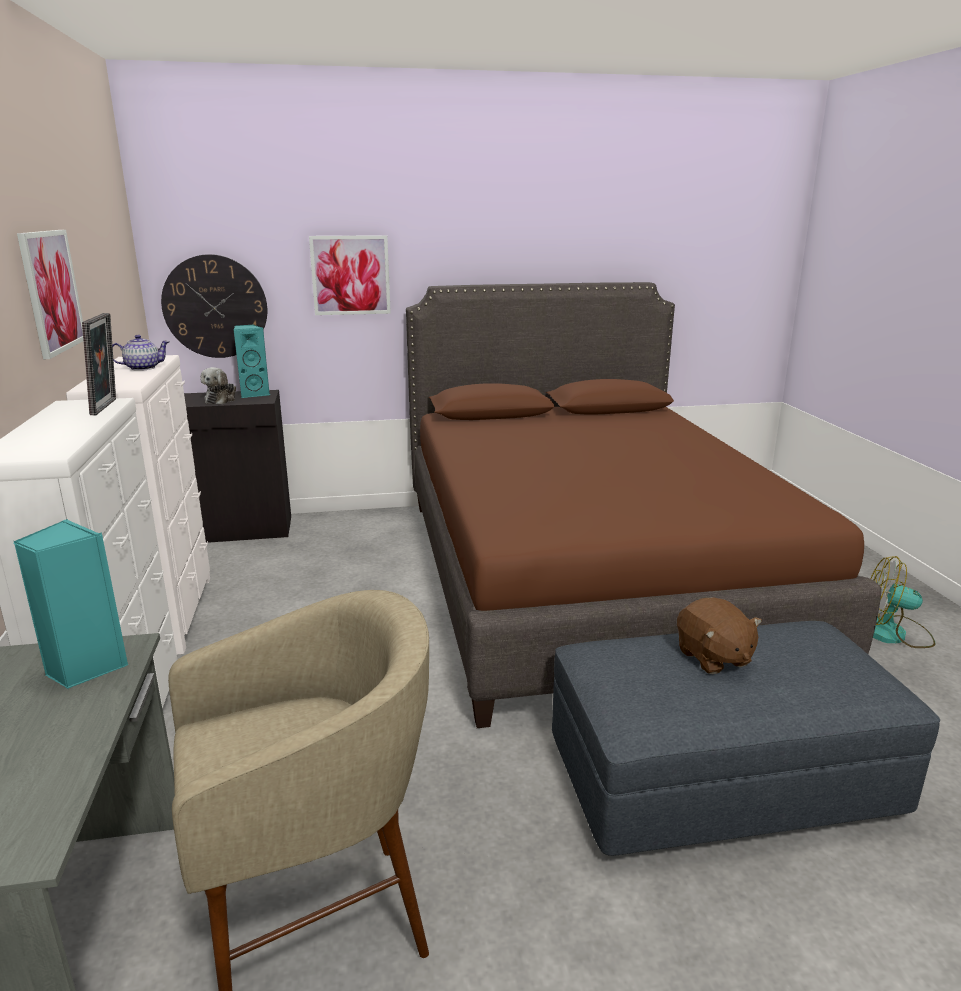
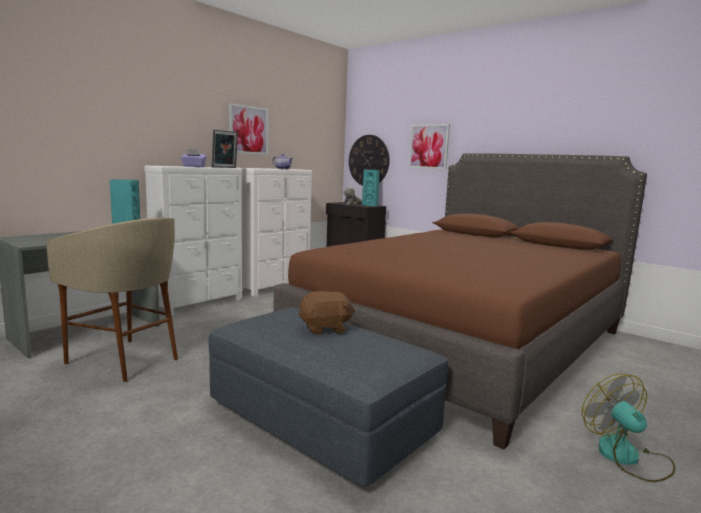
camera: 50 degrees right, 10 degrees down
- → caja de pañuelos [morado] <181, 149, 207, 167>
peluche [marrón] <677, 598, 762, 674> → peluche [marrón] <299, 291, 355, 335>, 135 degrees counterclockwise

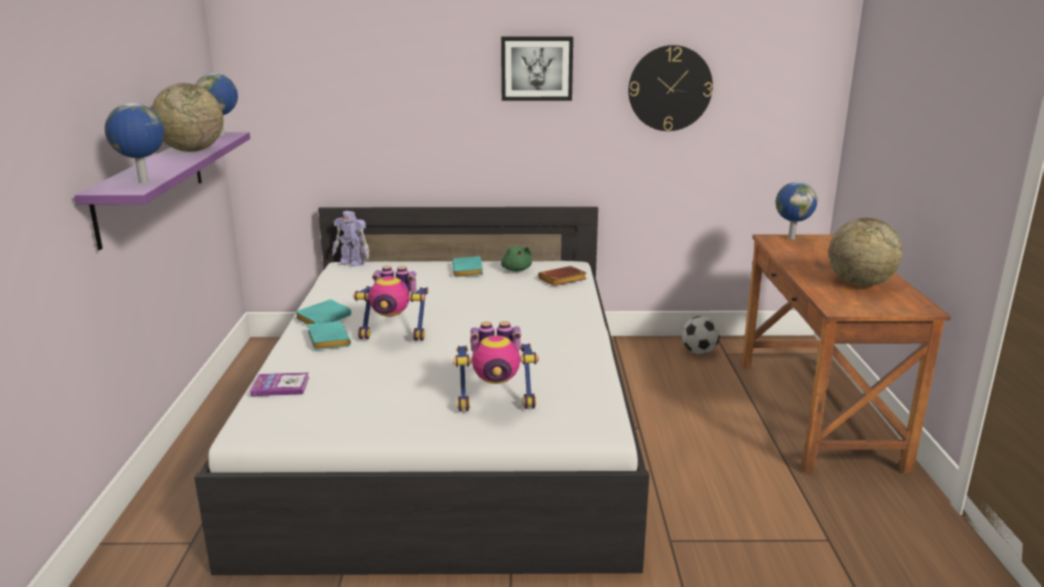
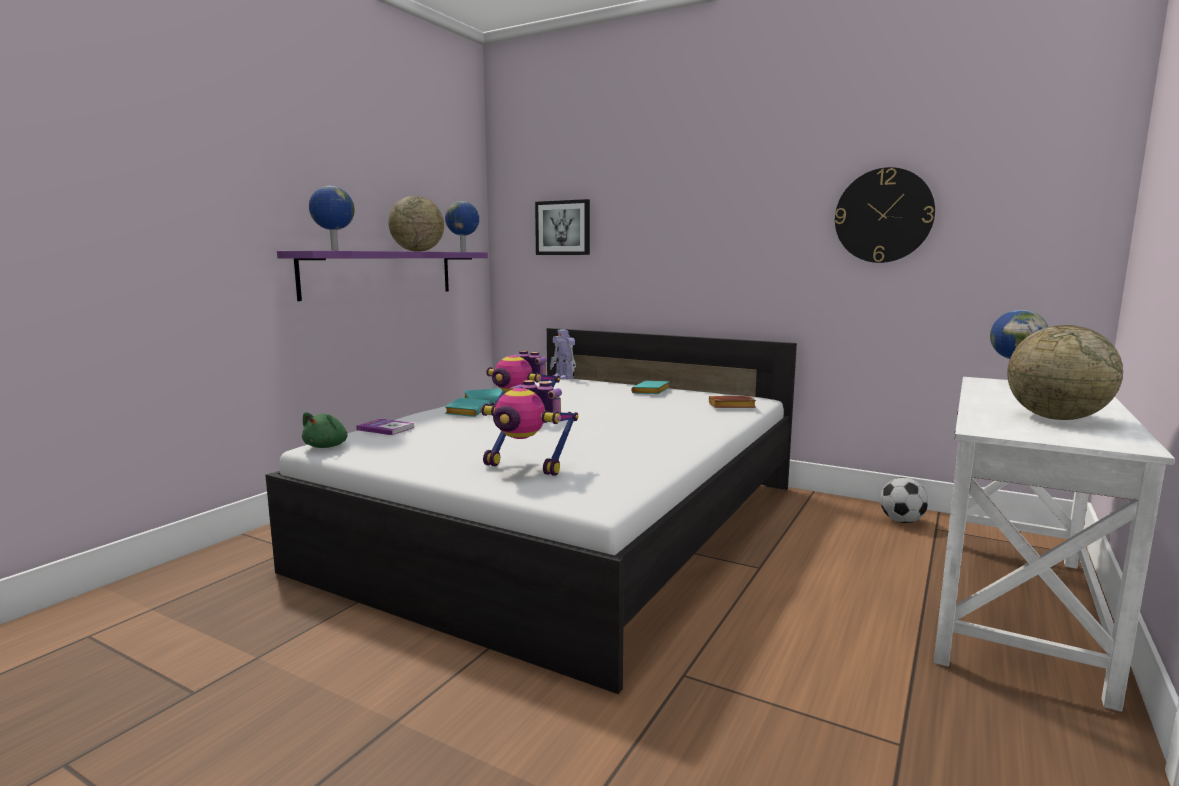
camera: 30 degrees right, 10 degrees down
cuadro <501, 37, 573, 101> → cuadro <535, 199, 590, 255>, moved
peluche [verde] <501, 246, 532, 272> → peluche [verde] <302, 412, 348, 448>, moved
escritorio [marrón] <742, 234, 951, 473> → escritorio [blanco] <934, 377, 1175, 712>

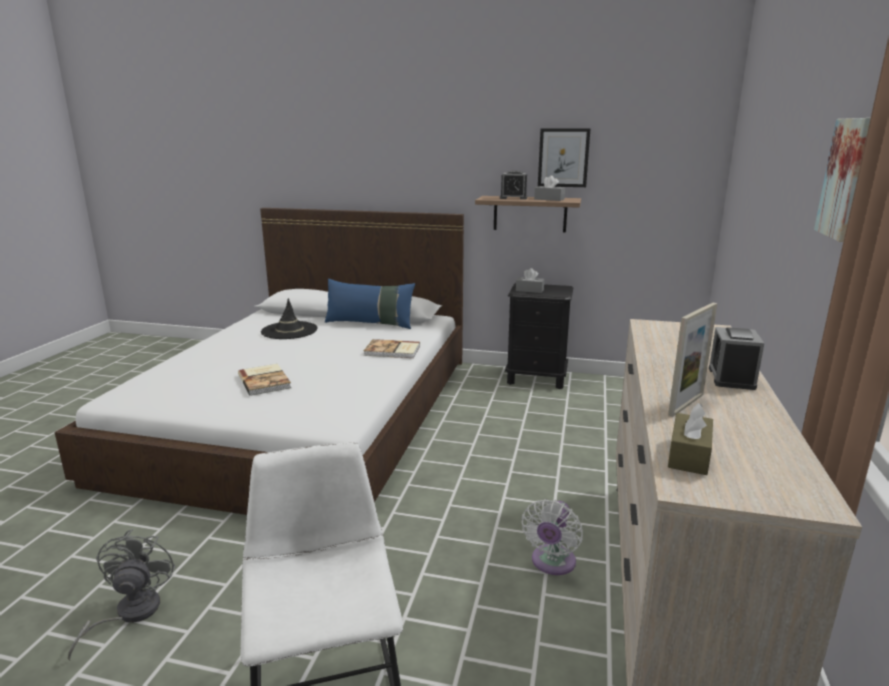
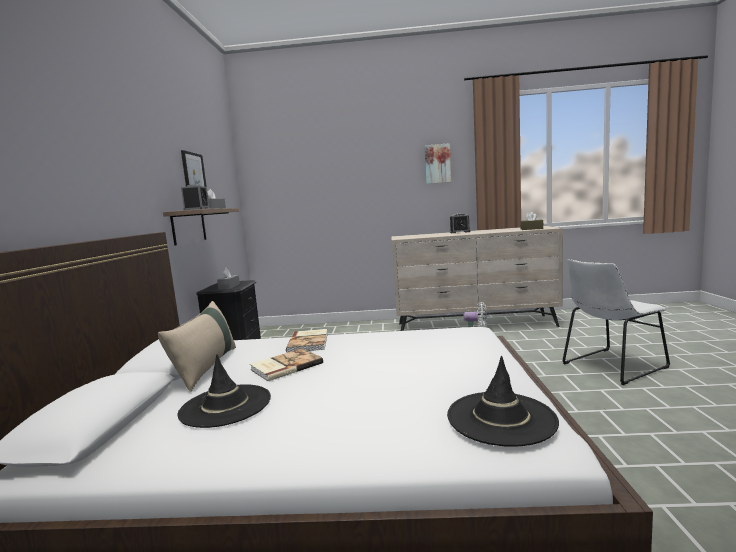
camera: 100 degrees left, 10 degrees down
ventilador [gris] <68, 529, 176, 660> → -
portarretratos <668, 303, 717, 417> → -
- → sombrero [negro] <447, 356, 559, 447>
libro <238, 364, 291, 396> → libro <250, 349, 323, 381>, moved
cojín [azul] <325, 279, 415, 329> → cojín [beis] <158, 301, 236, 392>

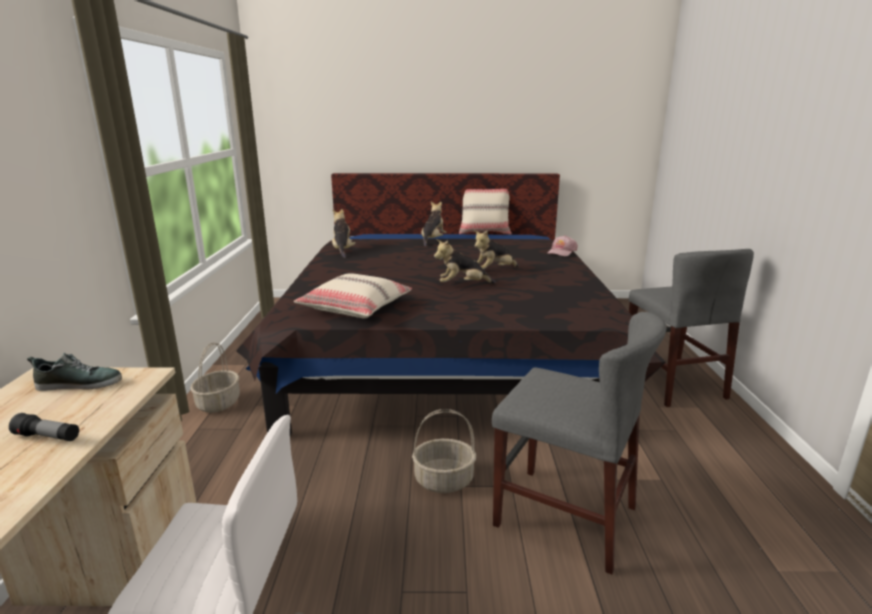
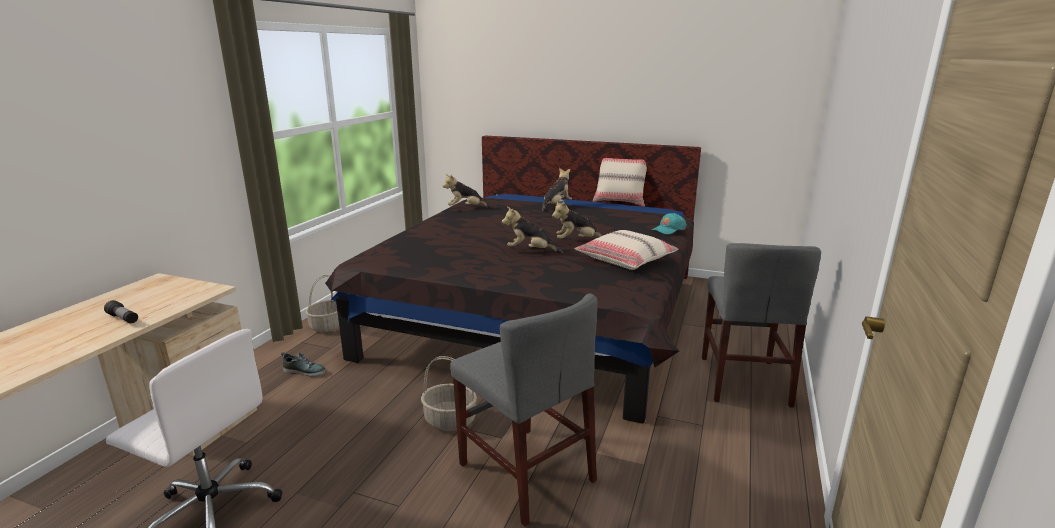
camera: 20 degrees right, 0 degrees up
zapato <27, 353, 122, 391> → zapato <281, 352, 326, 376>, moved
cojín [beis] <294, 273, 412, 319> → cojín [beis] <575, 230, 679, 270>, moved
gorra [rosa] <548, 235, 578, 256> → gorra [turquesa] <652, 213, 687, 234>
peluche <332, 209, 356, 258> → peluche <443, 174, 491, 208>, 105 degrees counterclockwise

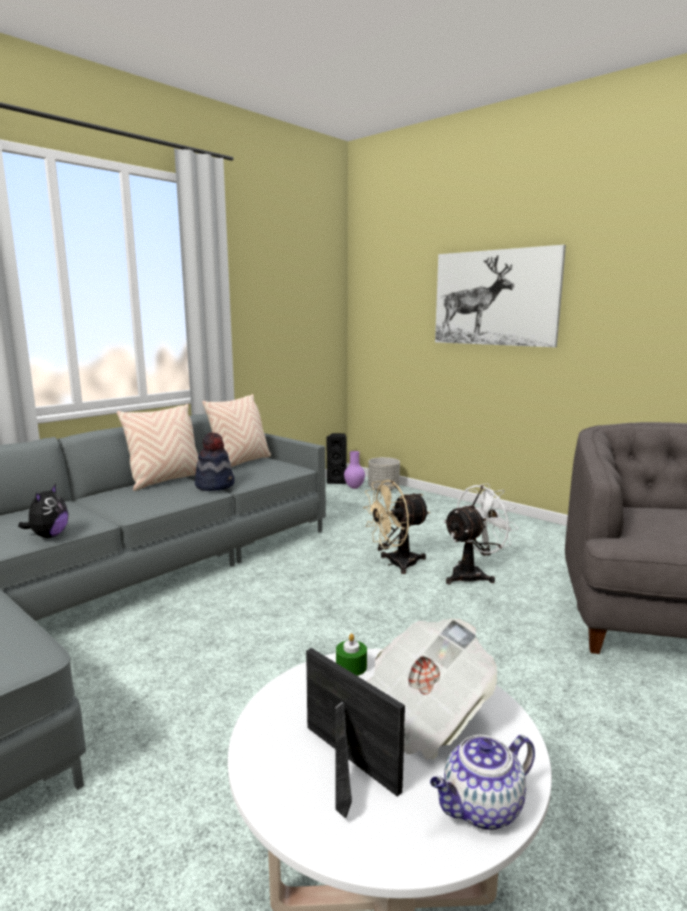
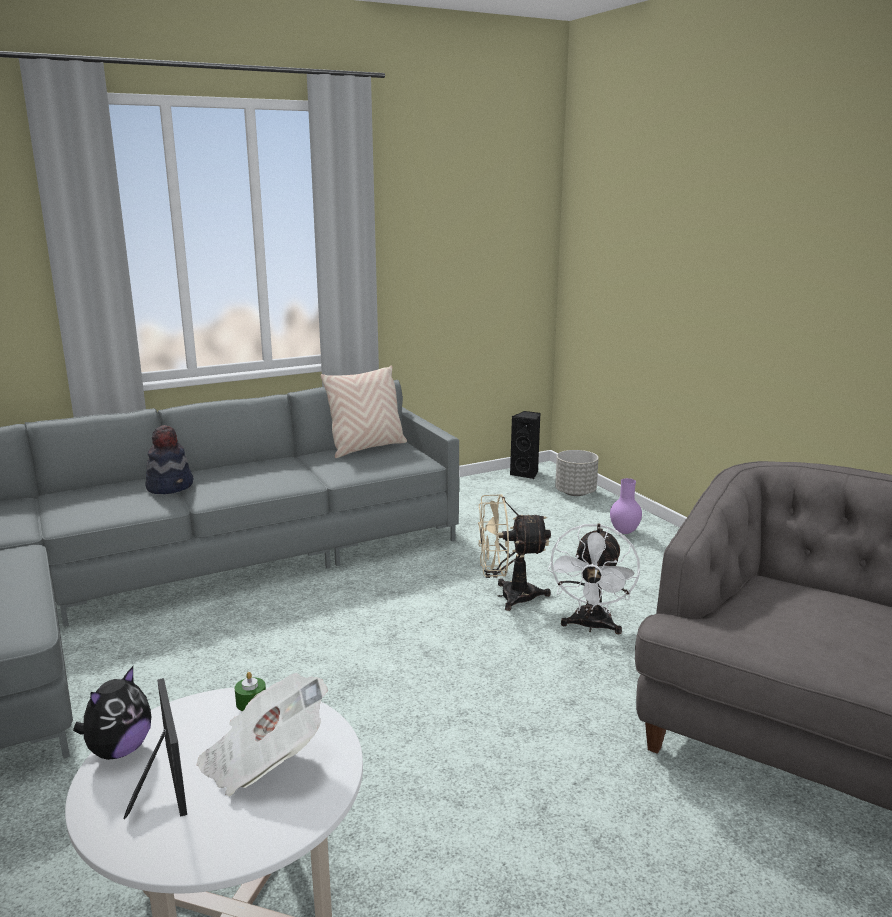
camera: 20 degrees right, 5 degrees up
cojín [beis] <117, 404, 199, 491> → -
tetera <430, 735, 535, 831> → -
cuadro <435, 245, 566, 347> → -
peluche <18, 484, 68, 538> → peluche <73, 666, 151, 760>, moved
sombrero <195, 432, 235, 491> → sombrero <145, 425, 193, 494>, moved
florero [morado] <344, 451, 365, 489> → florero [morado] <610, 478, 642, 534>, moved
ventilador [blanco] <443, 483, 519, 584> → ventilador [blanco] <548, 523, 640, 634>, 120 degrees clockwise

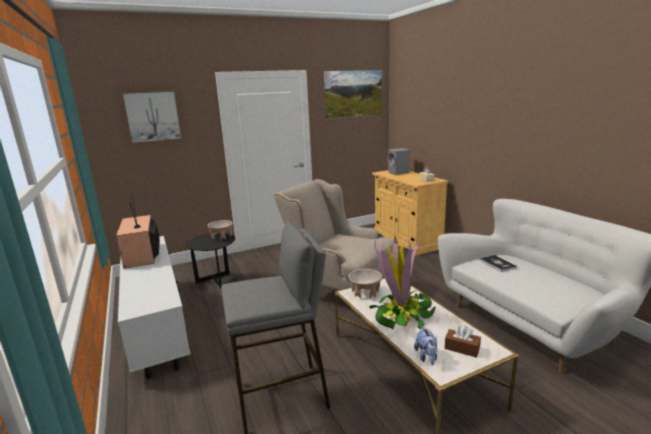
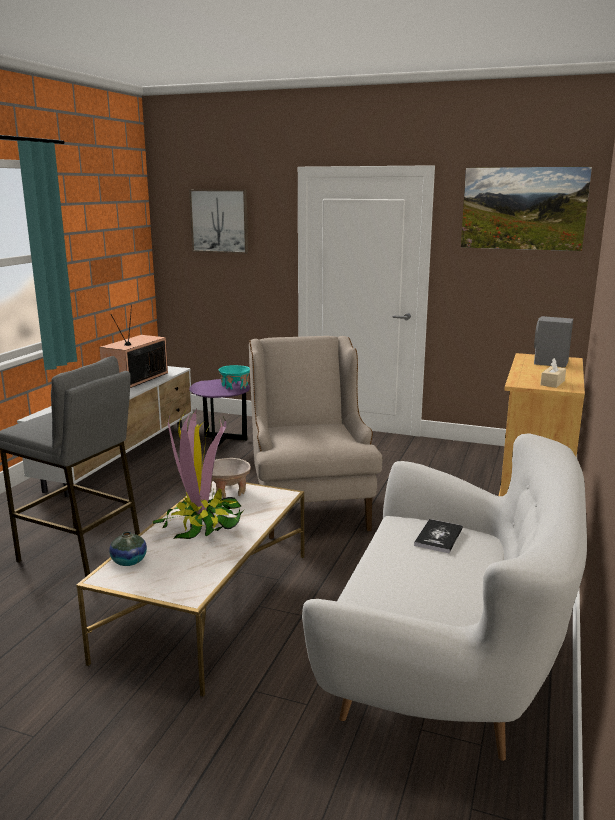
camera: 45 degrees right, 0 degrees up
caja de pañuelos [marrón] <445, 325, 481, 358> → -
peluche <414, 327, 437, 365> → florero <109, 532, 147, 566>
mesa auxiliar [negro] <186, 233, 235, 288> → mesa auxiliar [morado] <189, 379, 250, 446>
cuenco [beis] <208, 220, 232, 240> → cuenco [turquesa] <219, 365, 250, 390>

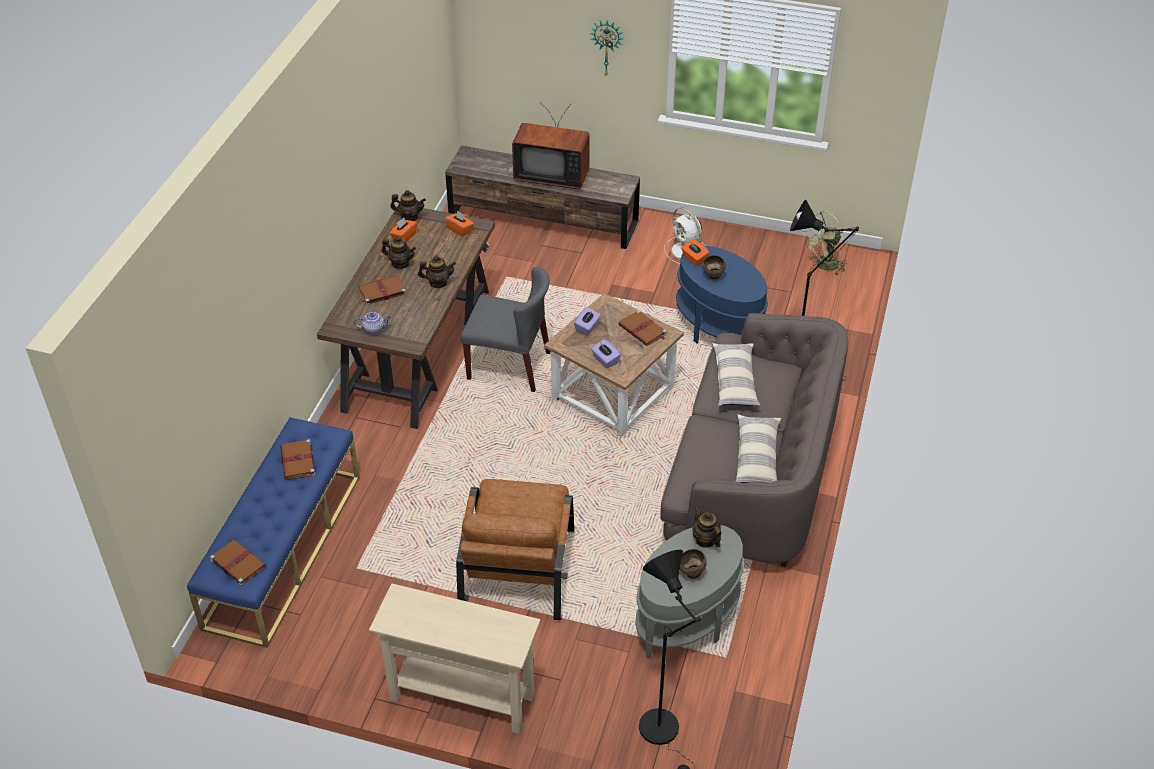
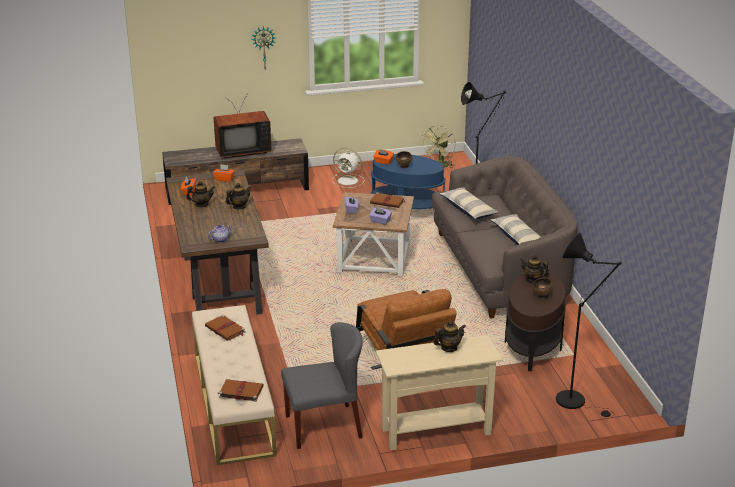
camera: 30 degrees left, 15 degrees down
libro [marrón] <358, 275, 406, 305> → -
tetera <390, 190, 426, 221> → tetera <433, 320, 466, 352>, moved
silla [gris] <461, 267, 551, 392> → silla [gris] <281, 322, 363, 449>, moved
banco [azul] <187, 417, 360, 648> → banco [beis] <192, 305, 277, 465>
mesa auxiliar [gris] <635, 525, 744, 659> → mesa auxiliar [marrón] <505, 271, 566, 371>

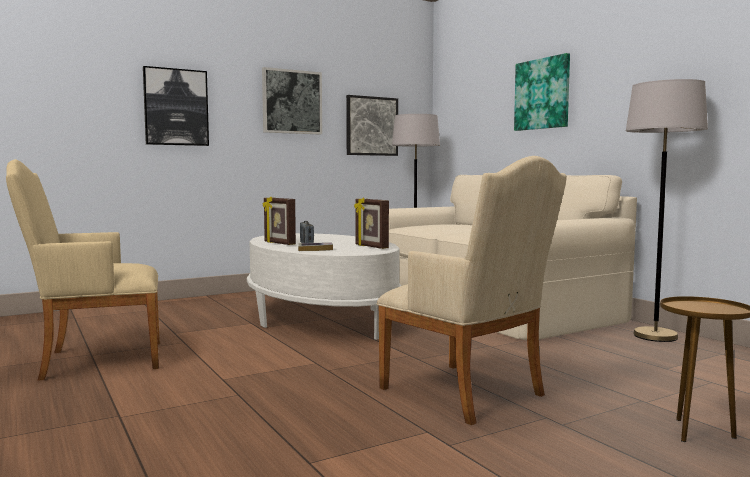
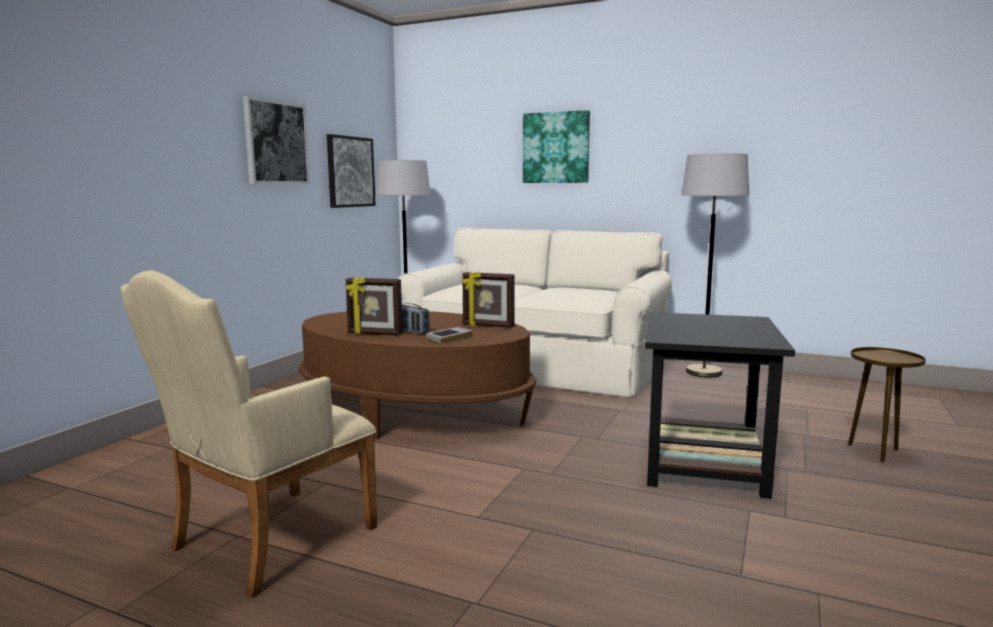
camera: 35 degrees left, 5 degrees up
cuadro <143, 66, 209, 146> → -
sillón [beis] <377, 156, 567, 425> → mesa auxiliar [negro] <645, 312, 795, 499>
mesa de centro [blanco] <247, 233, 401, 340> → mesa de centro [marrón] <299, 311, 536, 439>

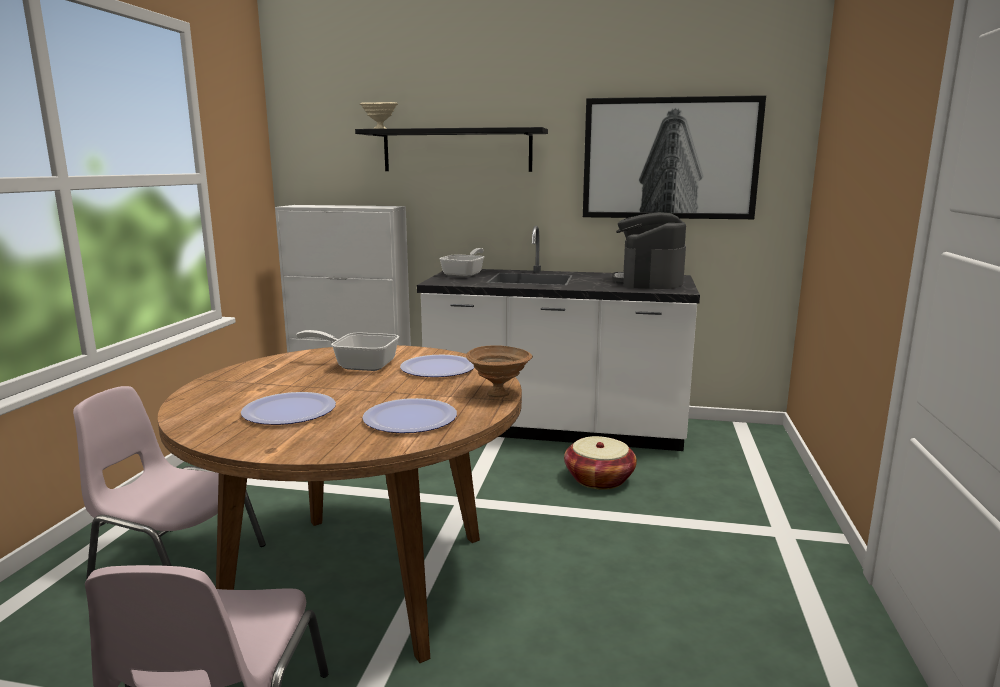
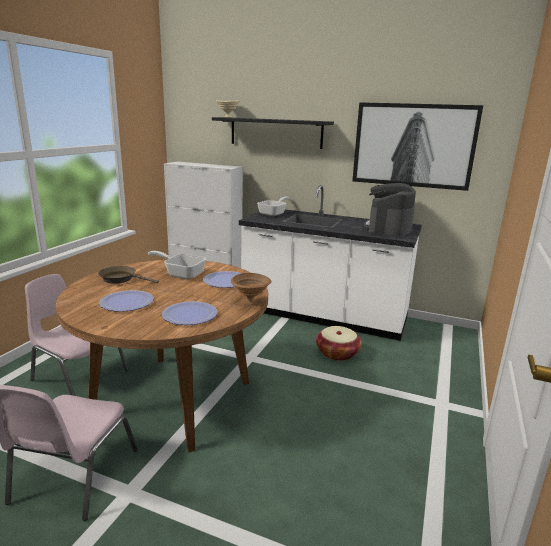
camera: 10 degrees right, 5 degrees up
- → sartén [marrón] <98, 266, 159, 284>

